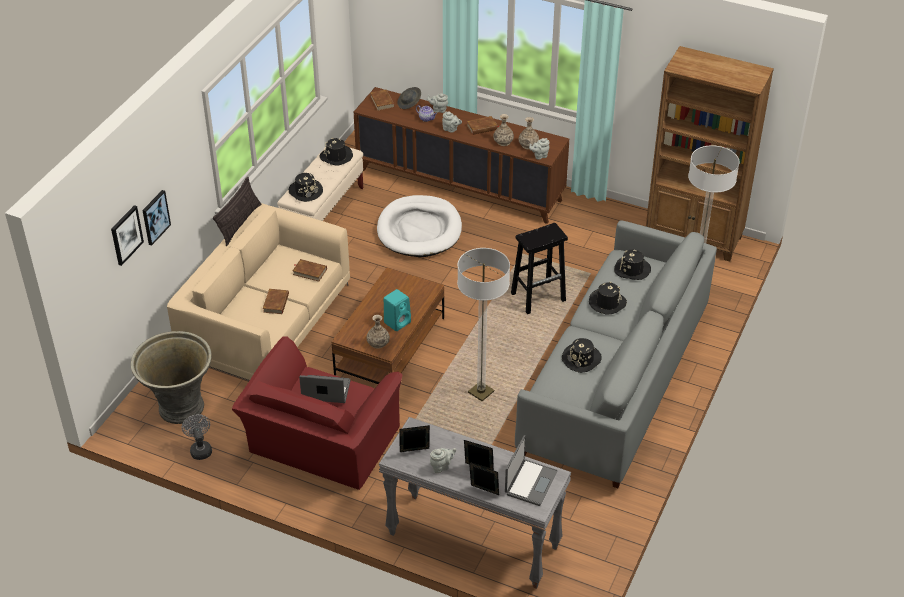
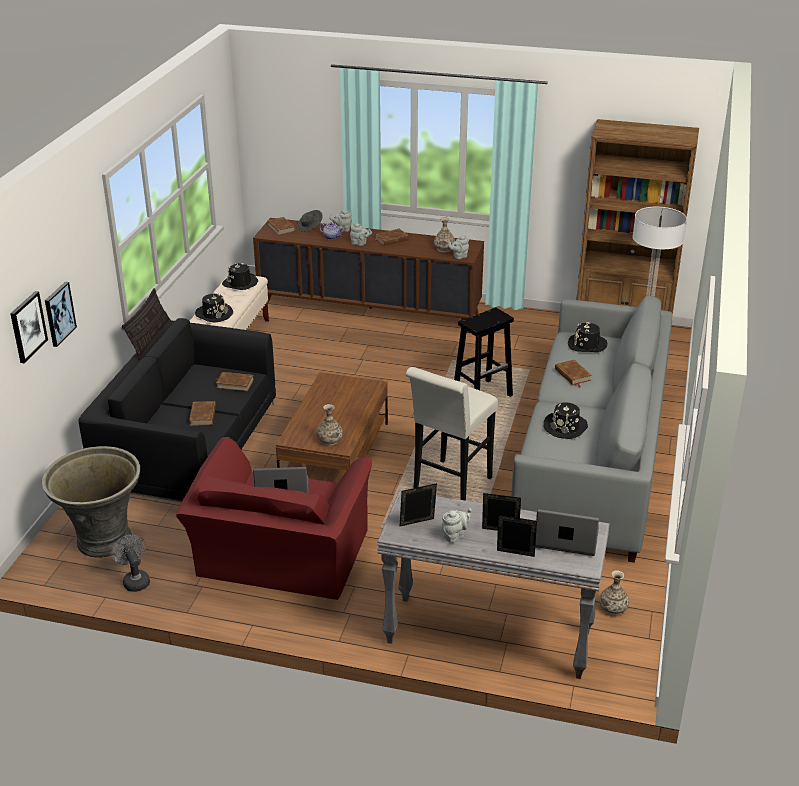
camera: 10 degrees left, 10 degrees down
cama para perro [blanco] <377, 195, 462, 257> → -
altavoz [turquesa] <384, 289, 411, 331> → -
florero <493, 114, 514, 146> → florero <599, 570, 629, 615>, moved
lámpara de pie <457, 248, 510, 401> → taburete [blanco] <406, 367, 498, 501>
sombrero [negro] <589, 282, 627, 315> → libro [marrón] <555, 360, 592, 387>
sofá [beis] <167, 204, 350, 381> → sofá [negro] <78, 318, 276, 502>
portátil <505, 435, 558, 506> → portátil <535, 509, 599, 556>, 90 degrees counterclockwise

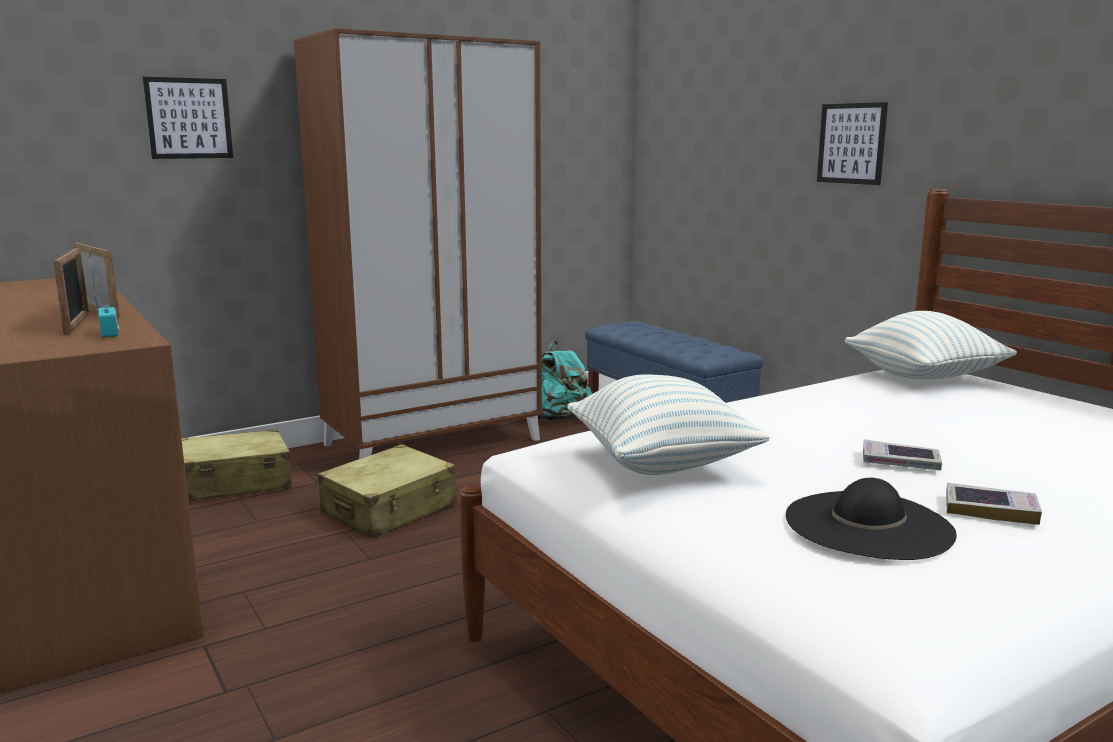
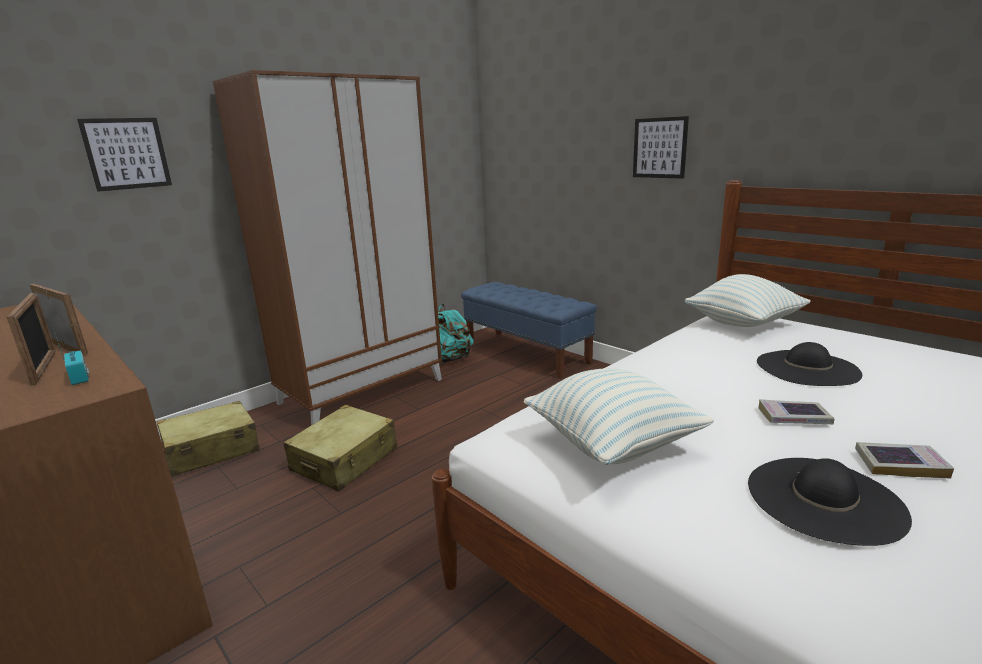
camera: 10 degrees left, 5 degrees up
- → sombrero [negro] <757, 342, 862, 386>

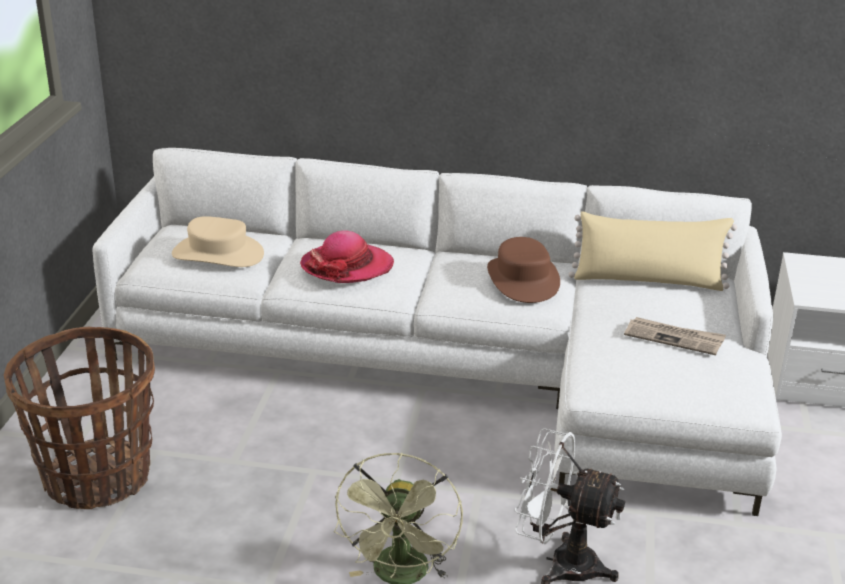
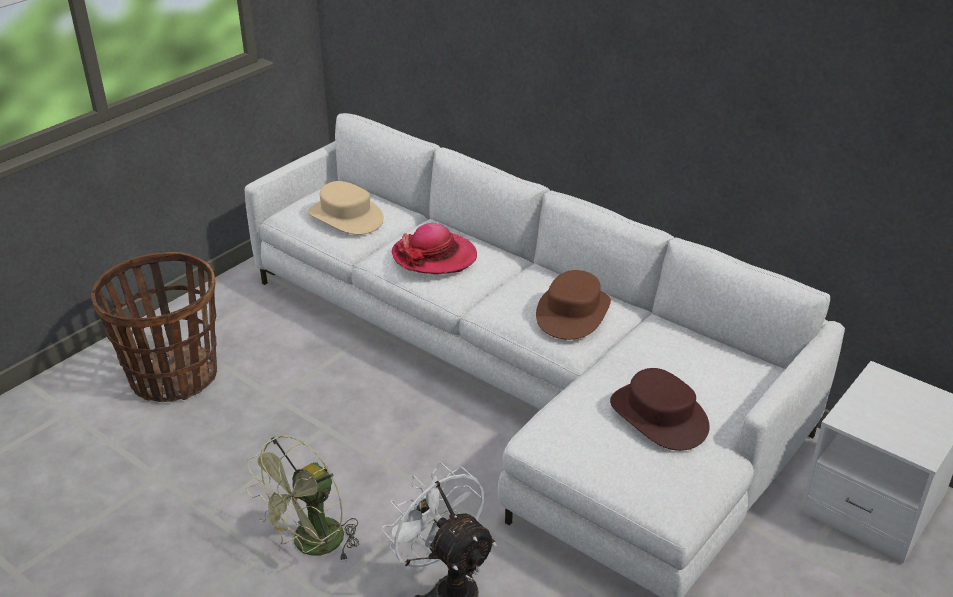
camera: 30 degrees right, 5 degrees up
cojín [beis] <568, 211, 737, 291> → -
periódico <624, 317, 726, 355> → sombrero [marrón] <610, 368, 710, 451>

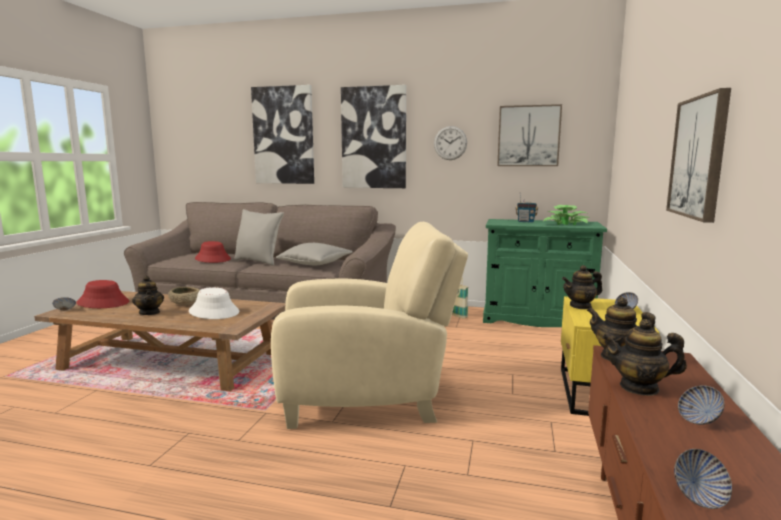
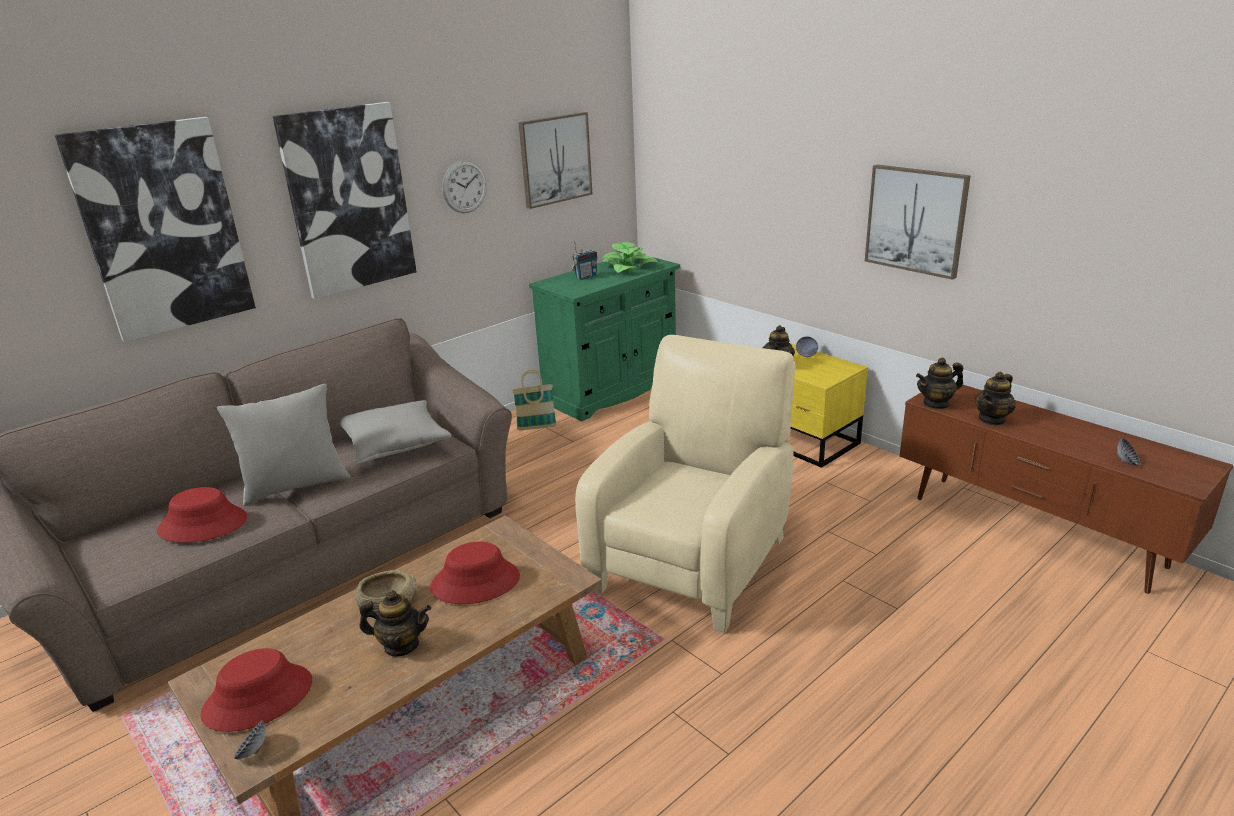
camera: 55 degrees left, 15 degrees up
cuenco <678, 385, 725, 425> → -
sombrero [blanco] <189, 287, 239, 319> → sombrero [rojo] <430, 542, 520, 604>

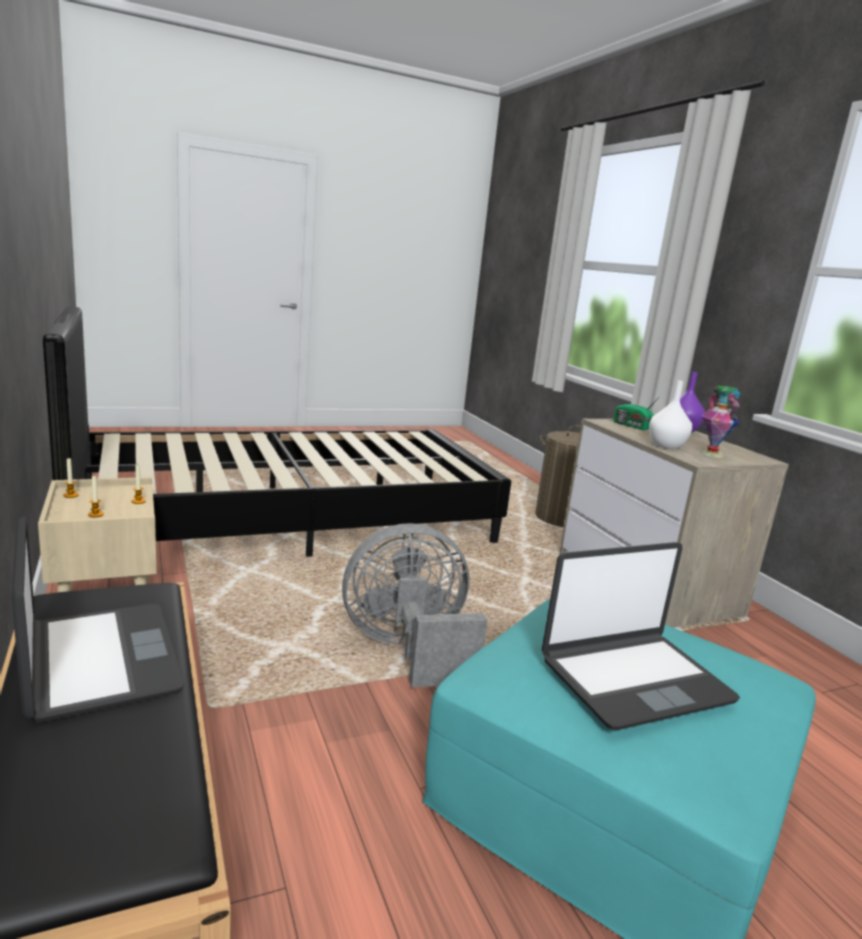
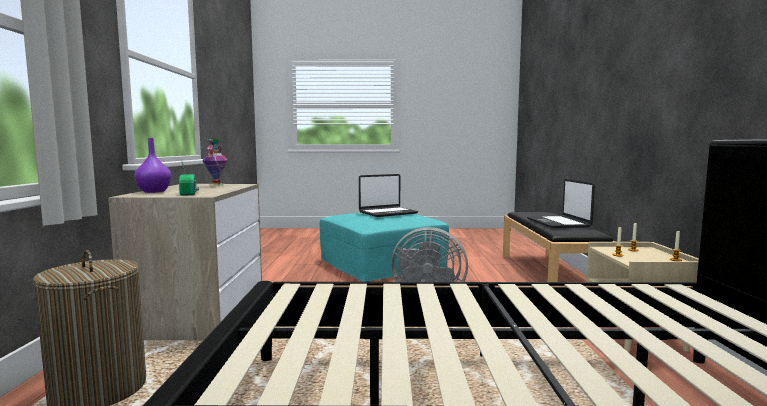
camera: 155 degrees left, 10 degrees down
florero [blanco] <649, 380, 692, 449> → -
portátil <542, 542, 740, 730> → portátil <359, 174, 418, 217>, 150 degrees clockwise

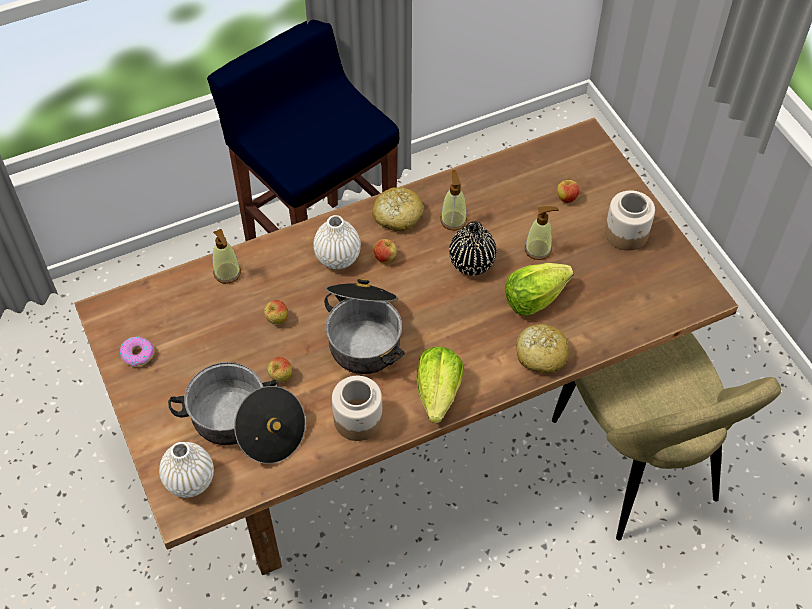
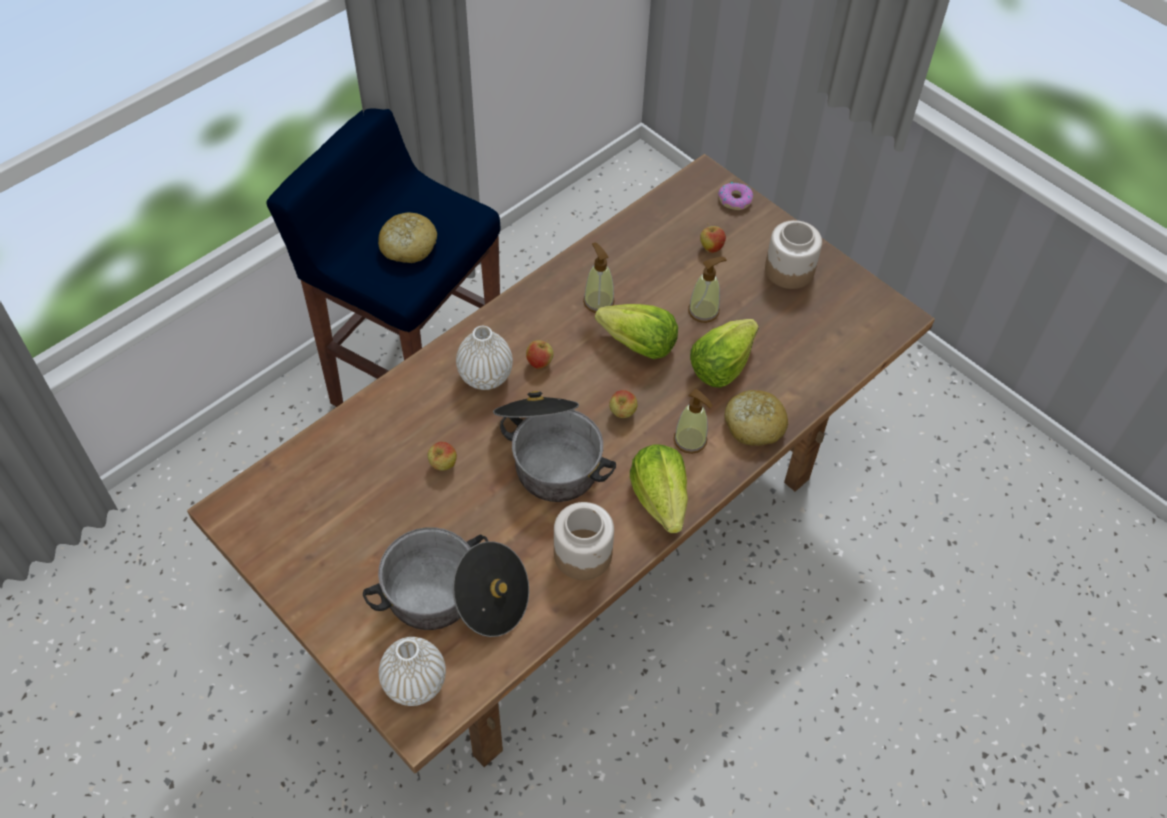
camera: 20 degrees left, 0 degrees up
silla [beis] <552, 332, 781, 541> → -
rosquilla <120, 336, 154, 367> → rosquilla <718, 182, 753, 210>, moved
dispensador de jabón <212, 229, 241, 284> → dispensador de jabón <674, 389, 713, 454>, moved
manzana <267, 357, 292, 382> → manzana <609, 390, 637, 418>, moved
pan <372, 187, 424, 231> → pan <378, 212, 437, 263>, moved
florero [negro] <449, 221, 497, 275> → lechuga <595, 304, 678, 359>

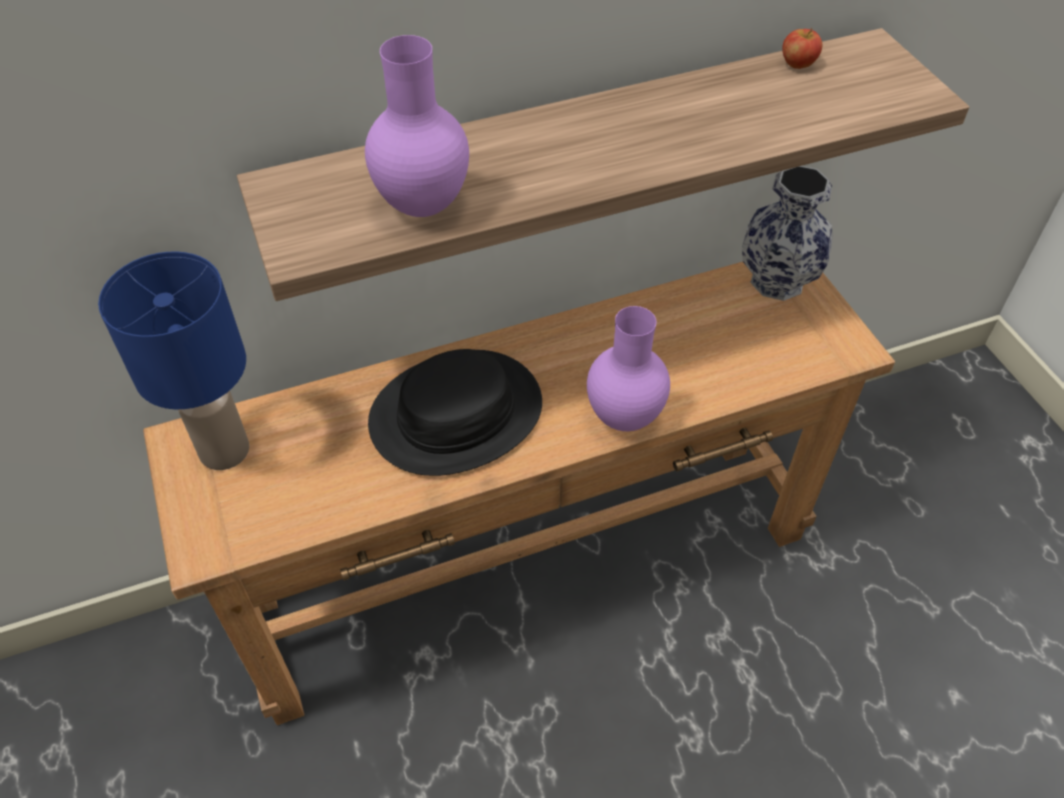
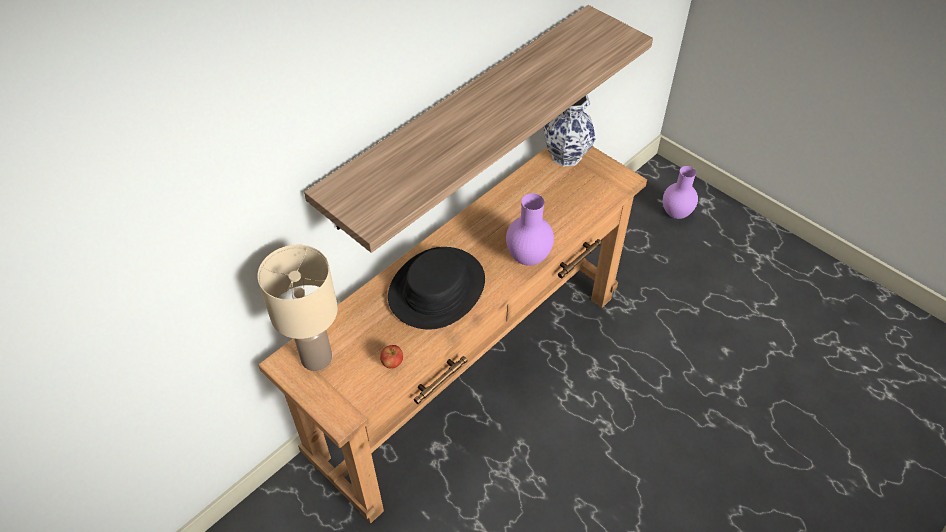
camera: 25 degrees left, 0 degrees up
florero [morado] <365, 35, 469, 217> → florero [morado] <663, 166, 698, 219>, moved
manzana <782, 28, 822, 69> → manzana <380, 345, 403, 369>, moved
lámpara de mesa [azul] <98, 252, 249, 470> → lámpara de mesa [beis] <257, 245, 338, 371>

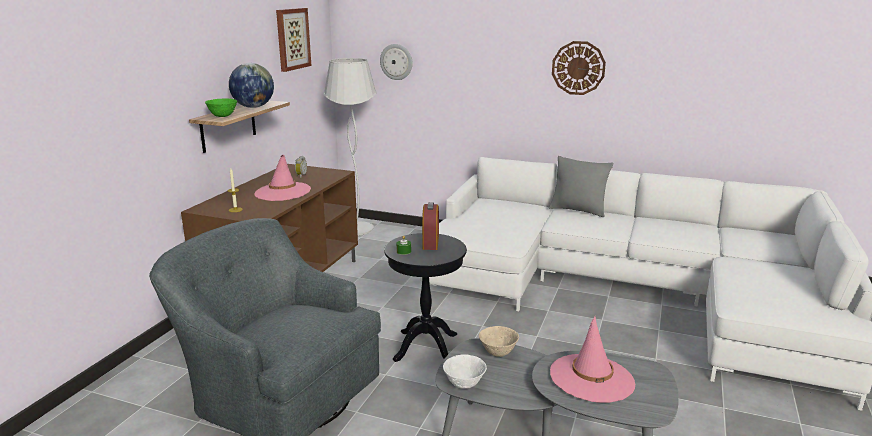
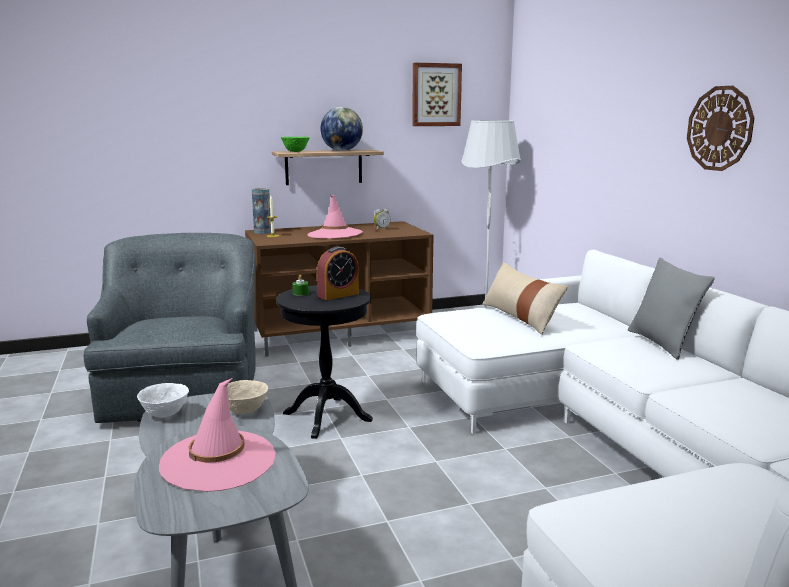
camera: 50 degrees right, 5 degrees down
reloj de pared <380, 44, 413, 80> → -
- → florero <252, 188, 271, 234>
- → cojín [beis] <482, 262, 568, 335>

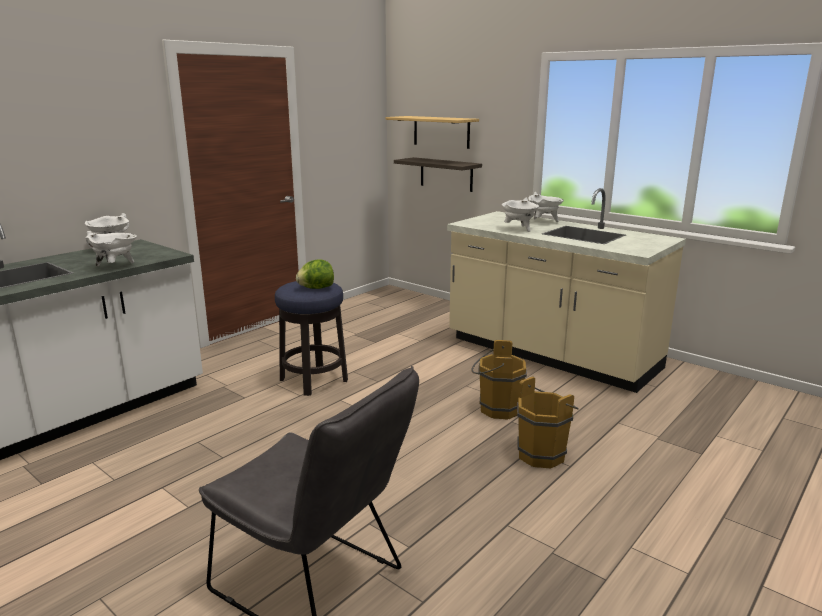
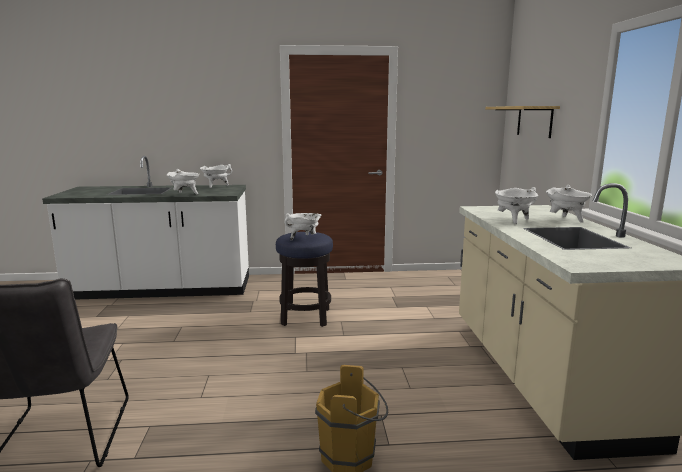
camera: 45 degrees right, 5 degrees down
estante <394, 157, 482, 192> → -
cubo [marrón] <471, 340, 527, 420> → -
lechuga <296, 259, 334, 289> → olla [blanco] <284, 213, 321, 240>

